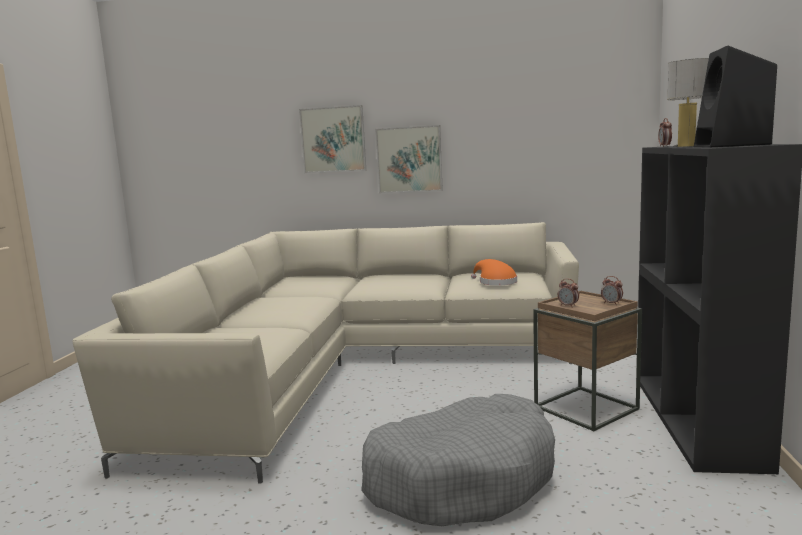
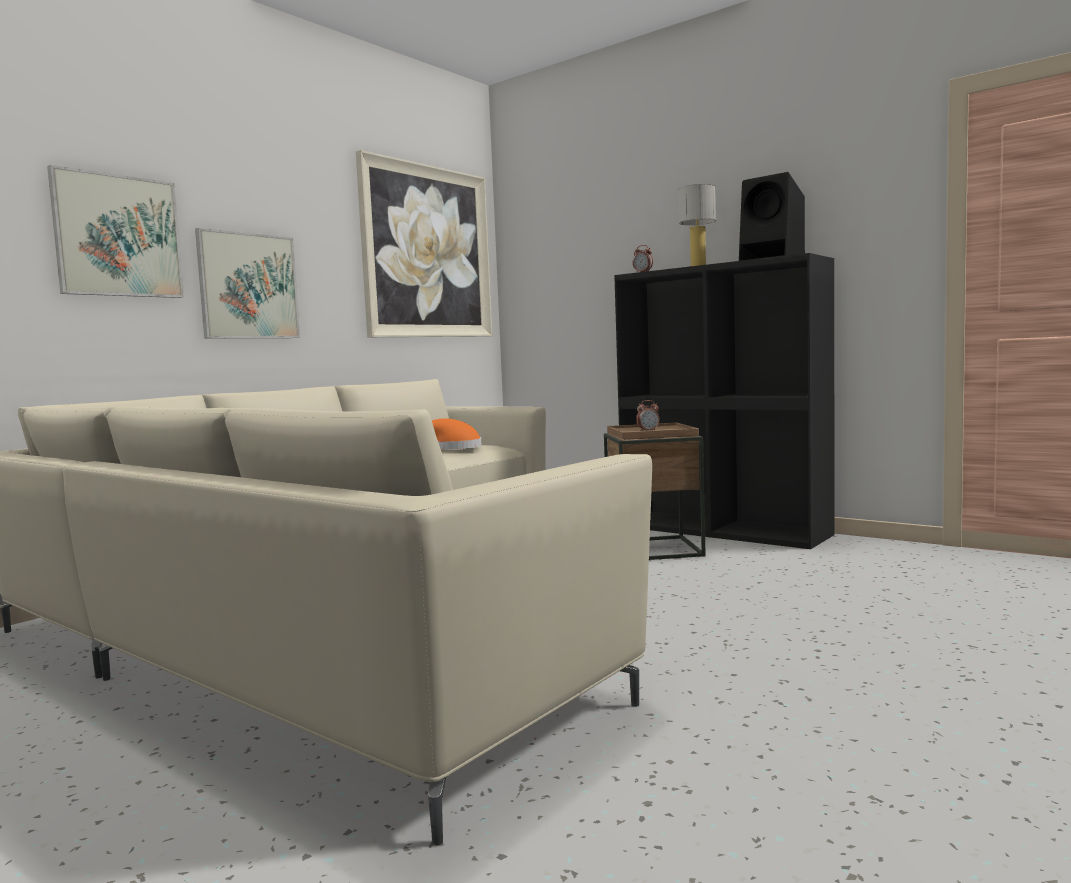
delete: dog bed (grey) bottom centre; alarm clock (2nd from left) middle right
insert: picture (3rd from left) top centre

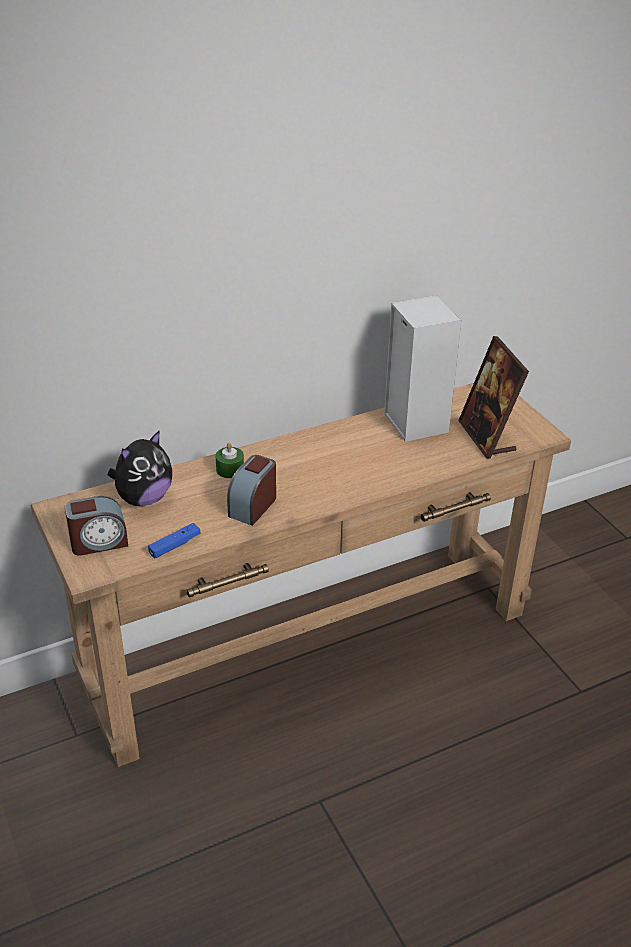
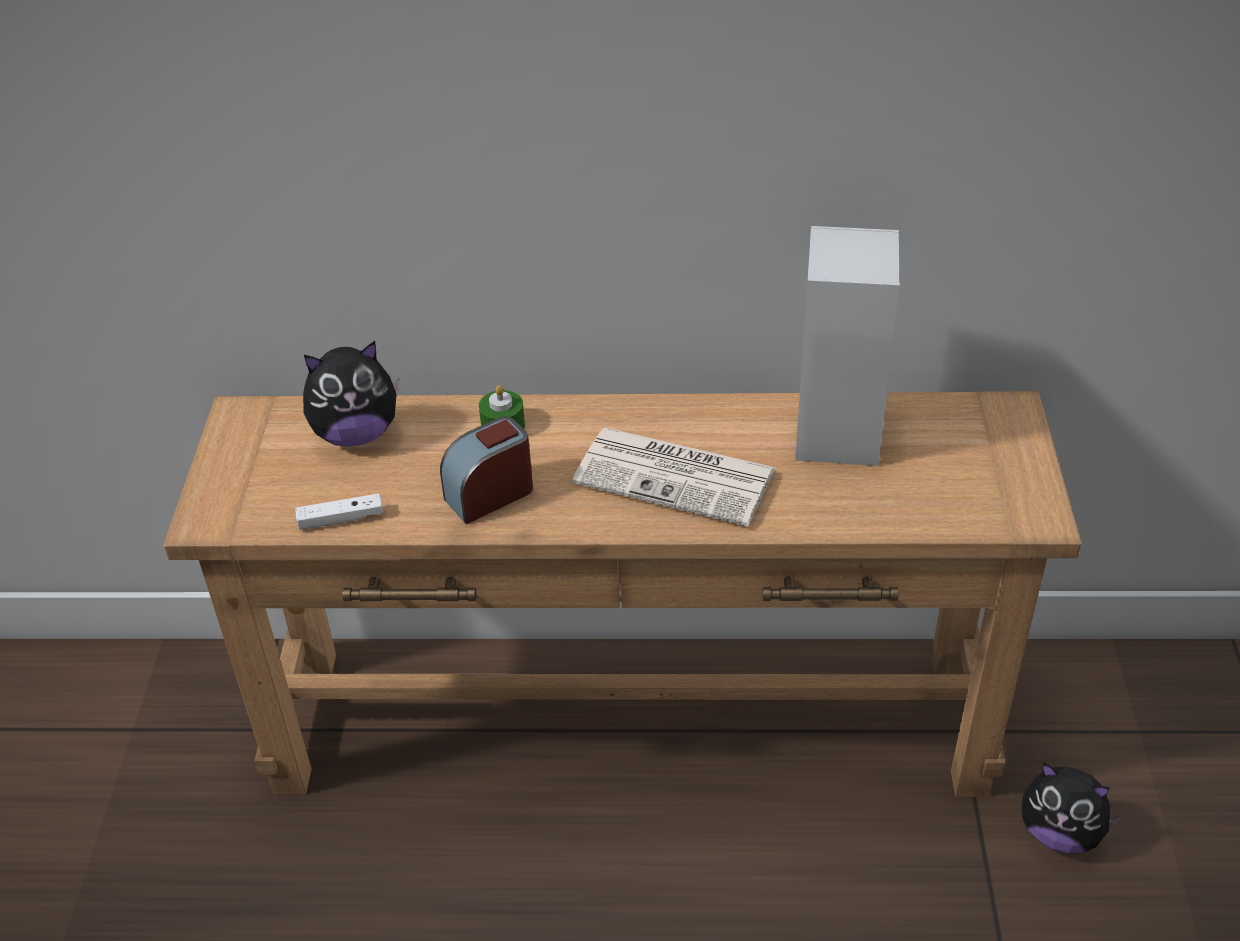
delete: alarm clock (1st from left) middle left; picture frame middle right
insert: newspaper centre; plush toy (2nd from left) bottom right
recolor: game controller (blue) middle left to game controller (white) middle left

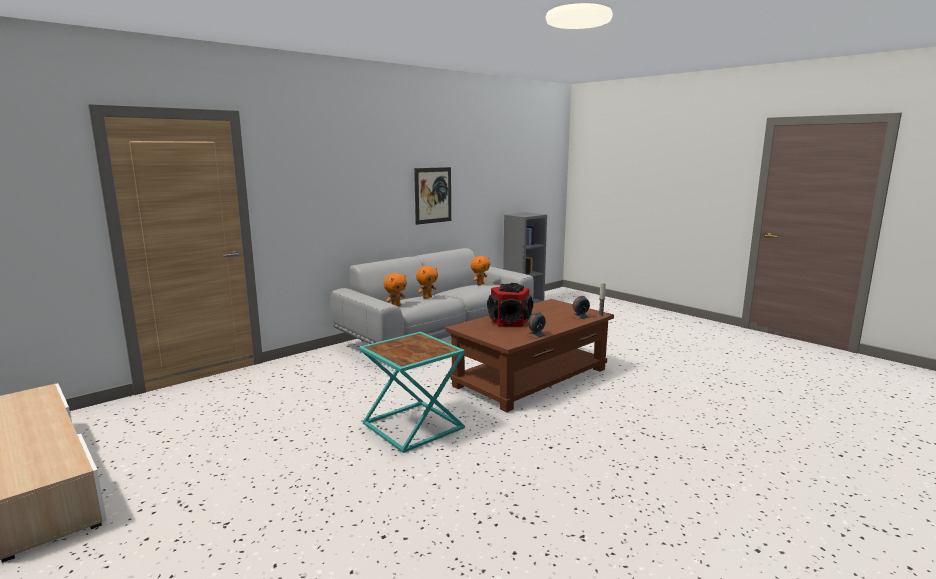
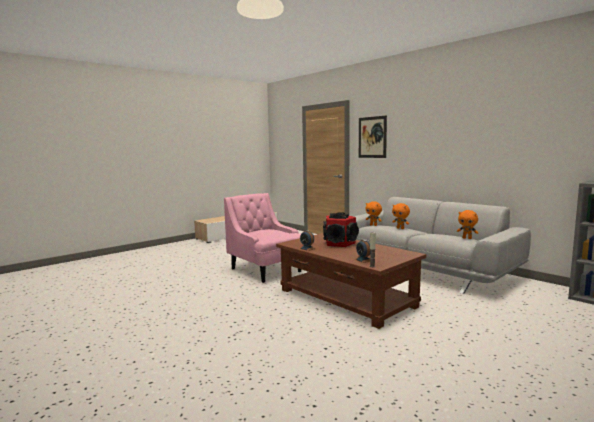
move: picture centre to top centre
replace: side table (turquoise) bottom centre to armchair (pink) centre

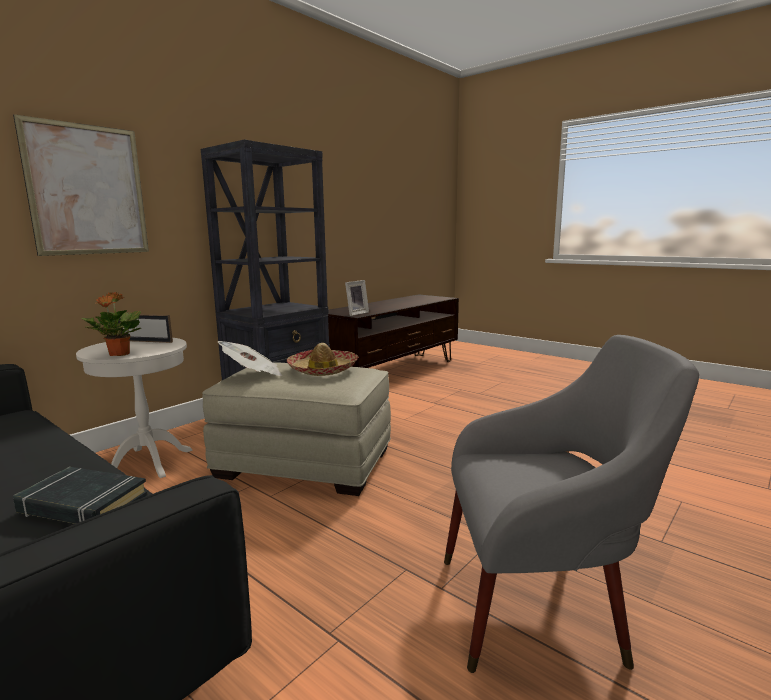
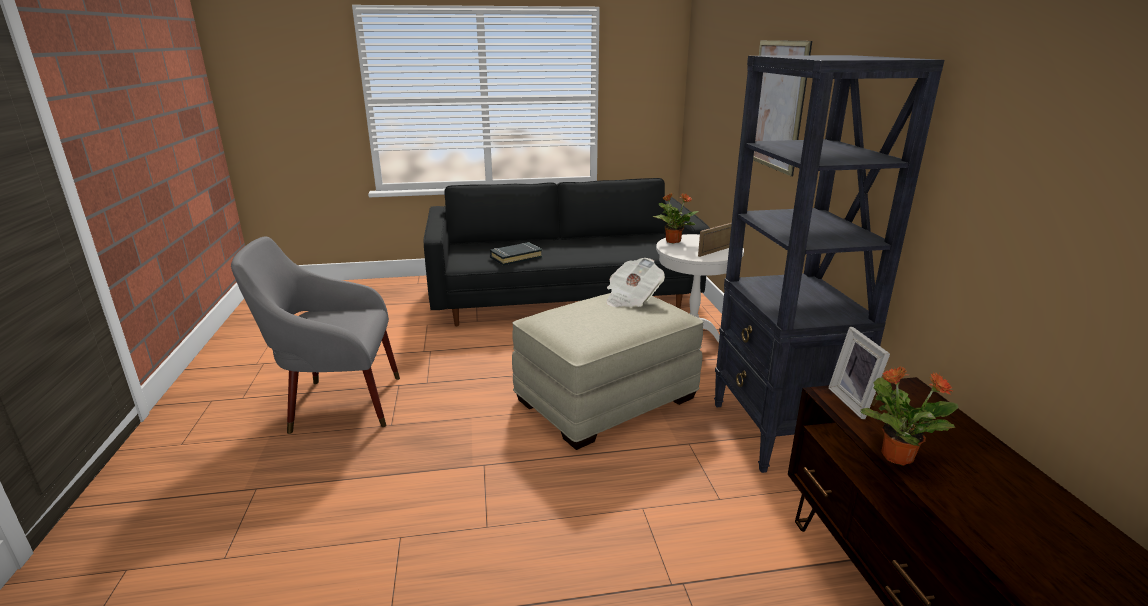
delete: hat centre
insert: potted plant (2nd from left) bottom right
rotate: armchair (grey) bottom right = middle left 45 degrees clockwise

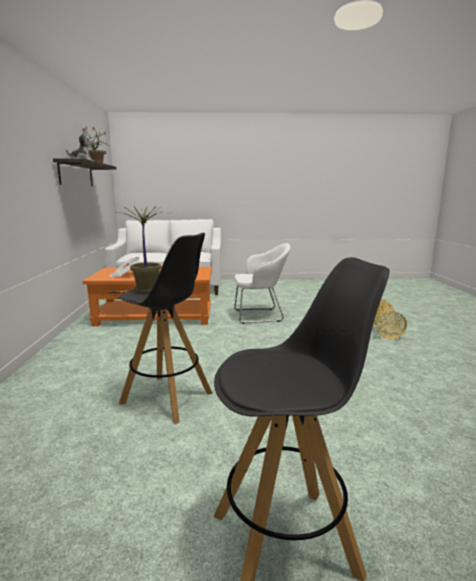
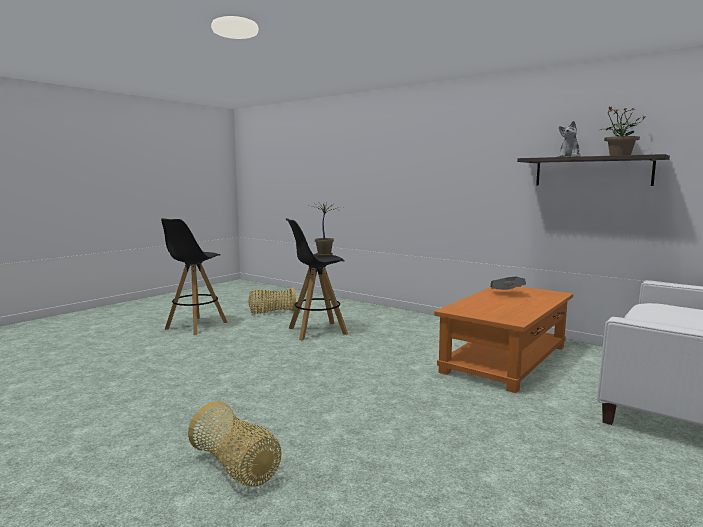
delete: armchair (white) centre
insert: basket (2nd from left) centre

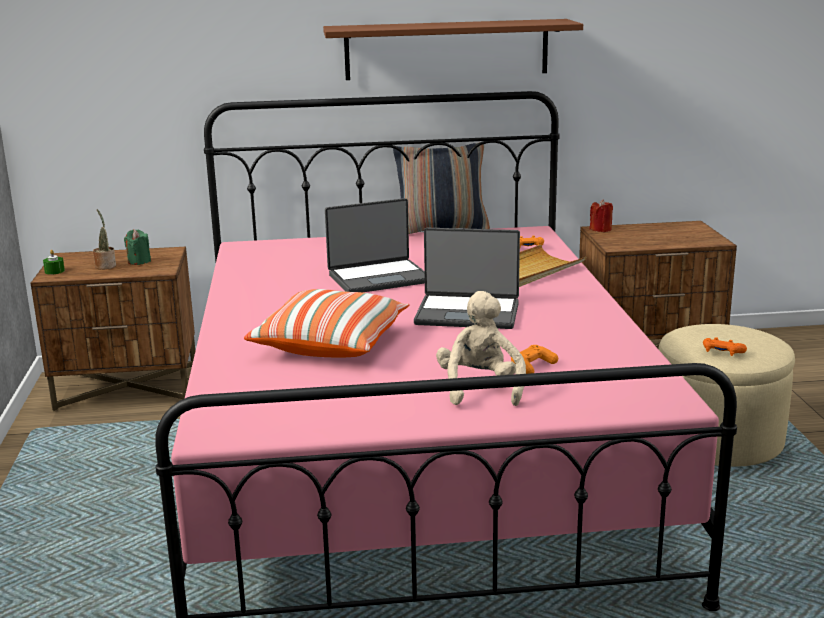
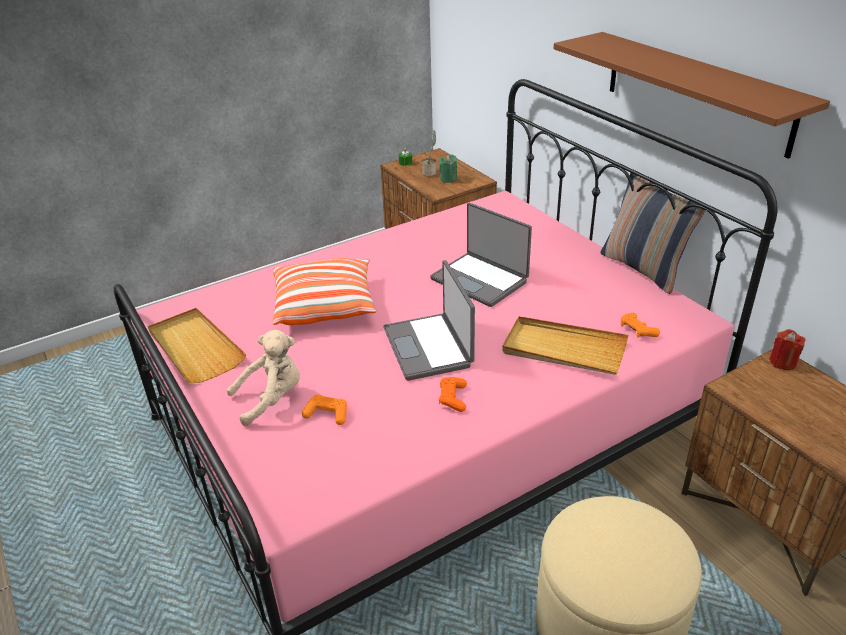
insert: tray (beige) (1st from left) middle left
move: game controller (orange) (3rd from left in the first image) middle right to game controller (orange) (2nd from left) centre

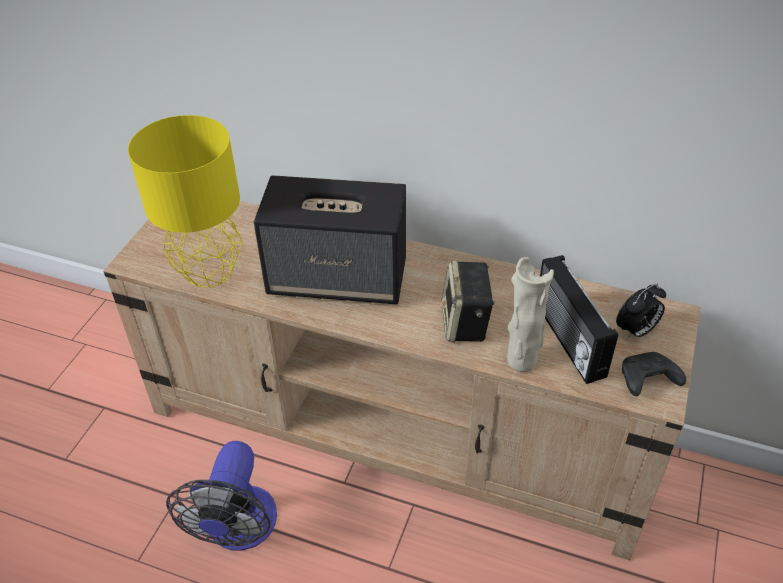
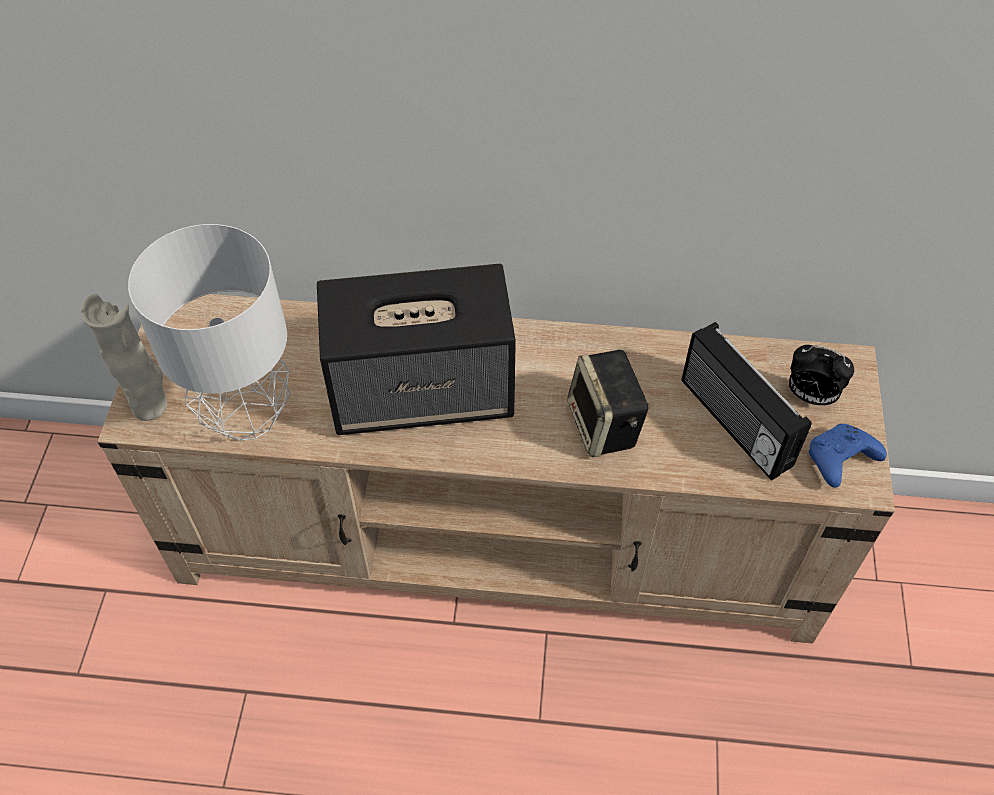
delete: fan bottom left
move: vase (beige) middle right to middle left
recolor: table lamp (yellow) middle left to table lamp (grey) middle left; game controller (black) middle right to game controller (blue) middle right
rotate: alarm clock middle right = middle right 75 degrees clockwise

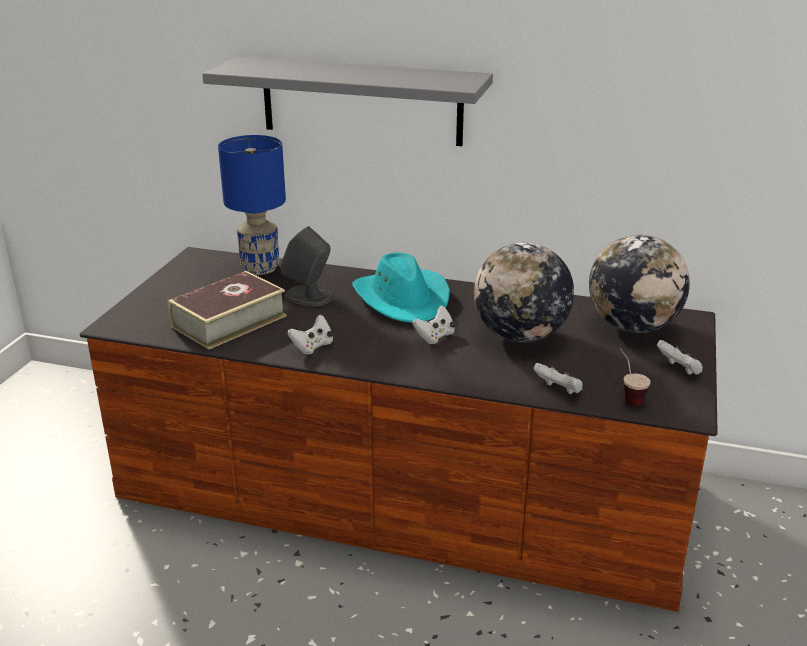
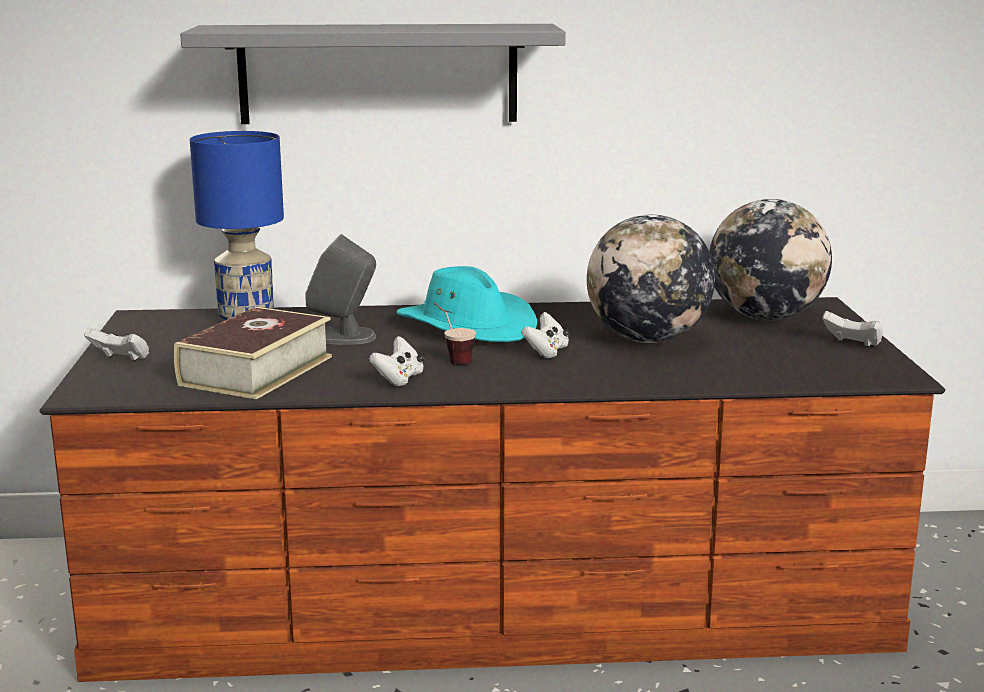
move: game controller (white) (3rd from left in the first image) middle right to game controller (white) (1st from left) middle left; cup middle right to centre

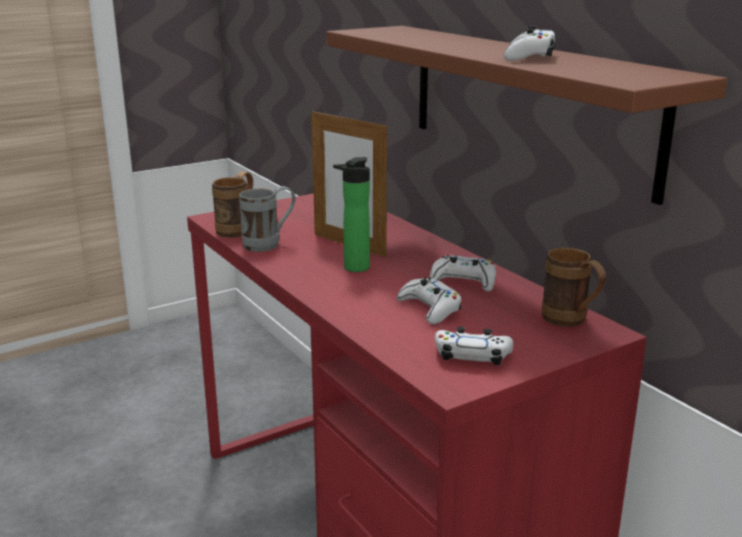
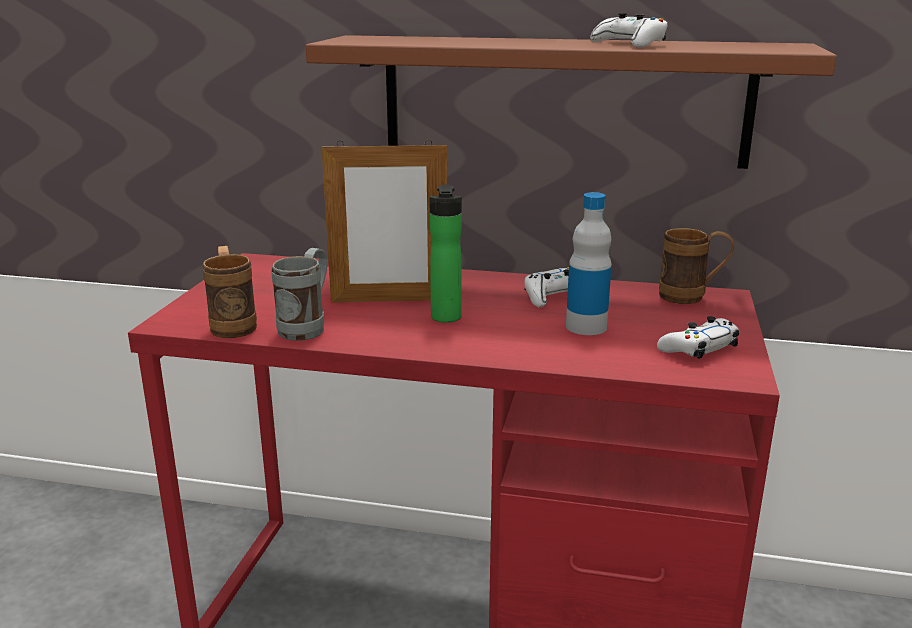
replace: game controller (white) (1st from left) centre to bottle (2nd from left) centre

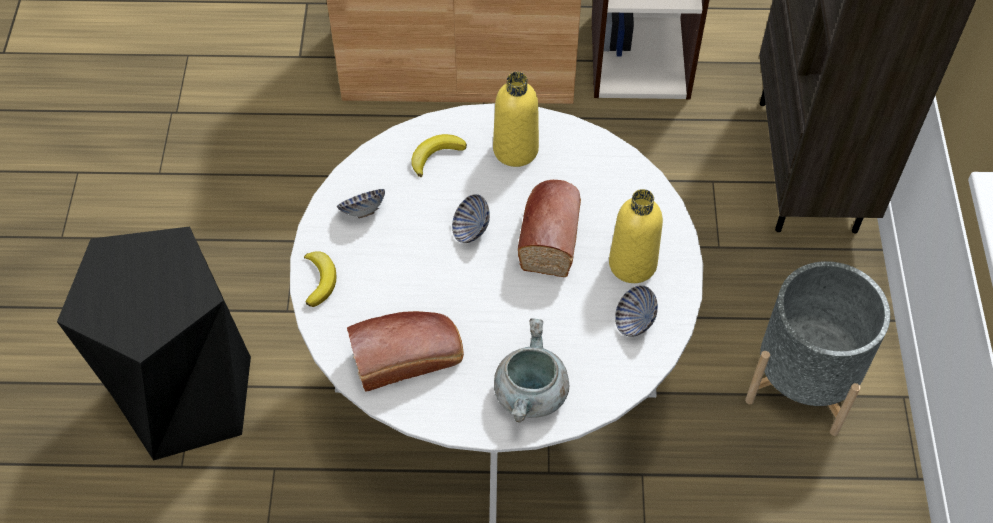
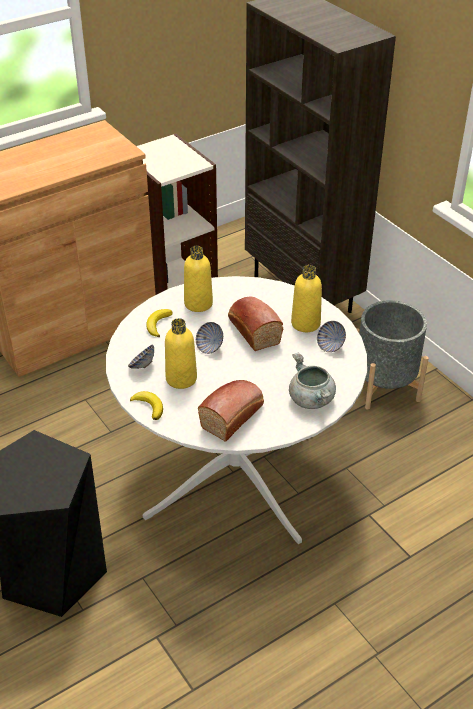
insert: bottle (yellow) (1st from left) centre

